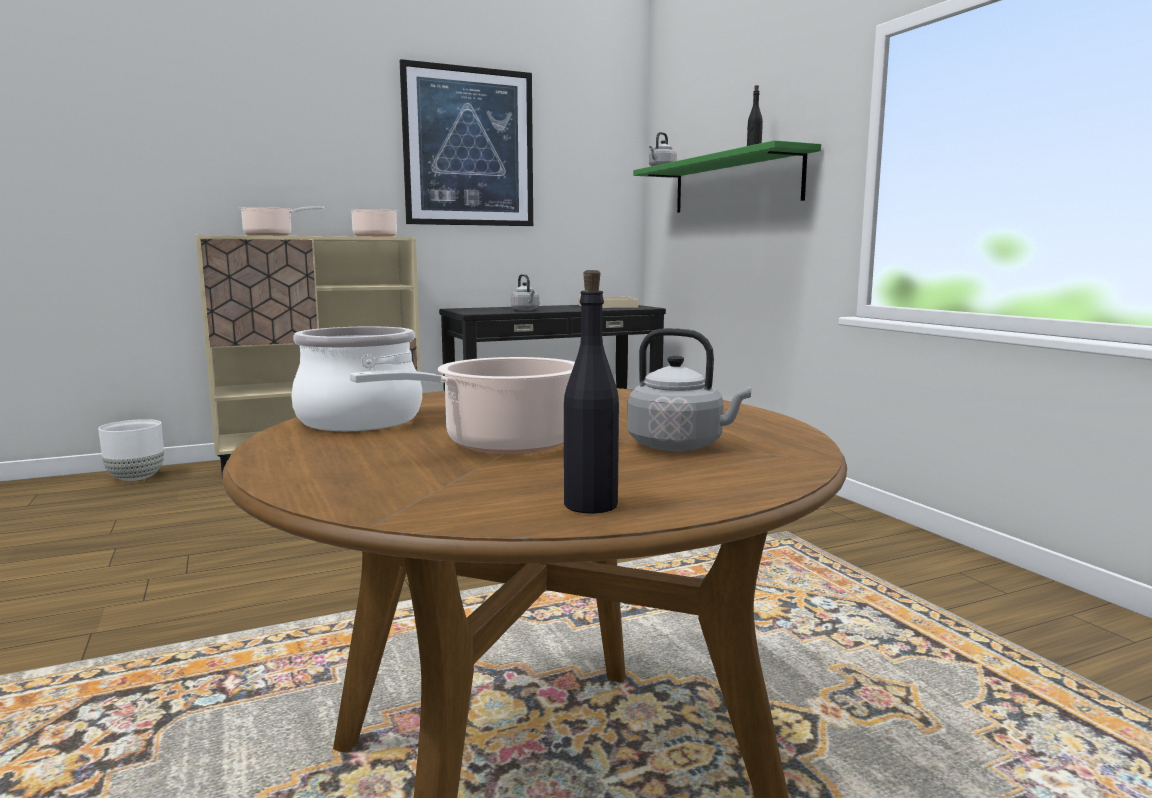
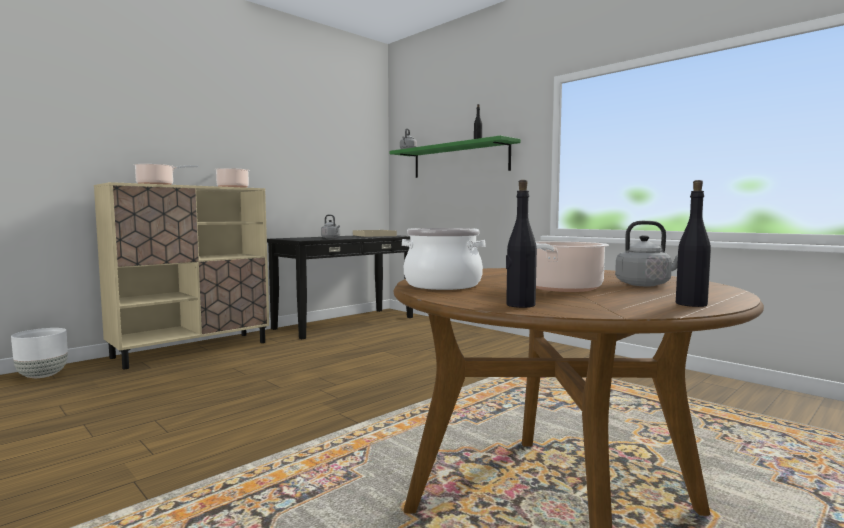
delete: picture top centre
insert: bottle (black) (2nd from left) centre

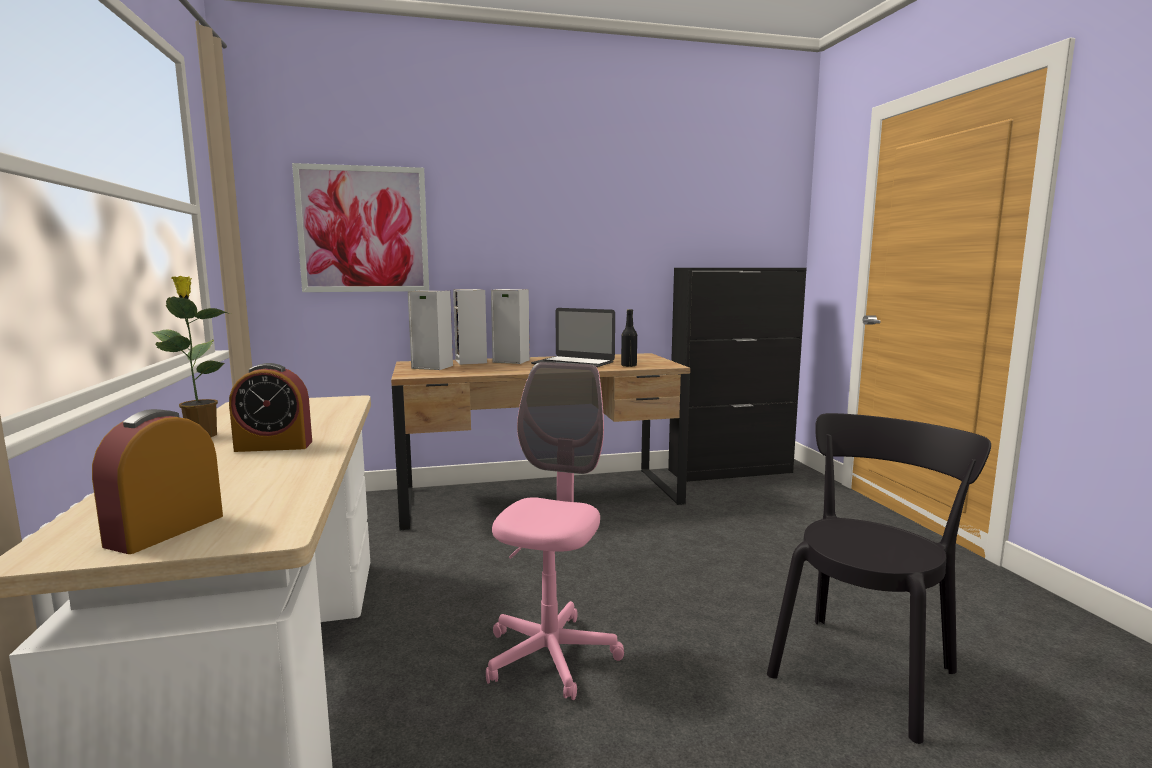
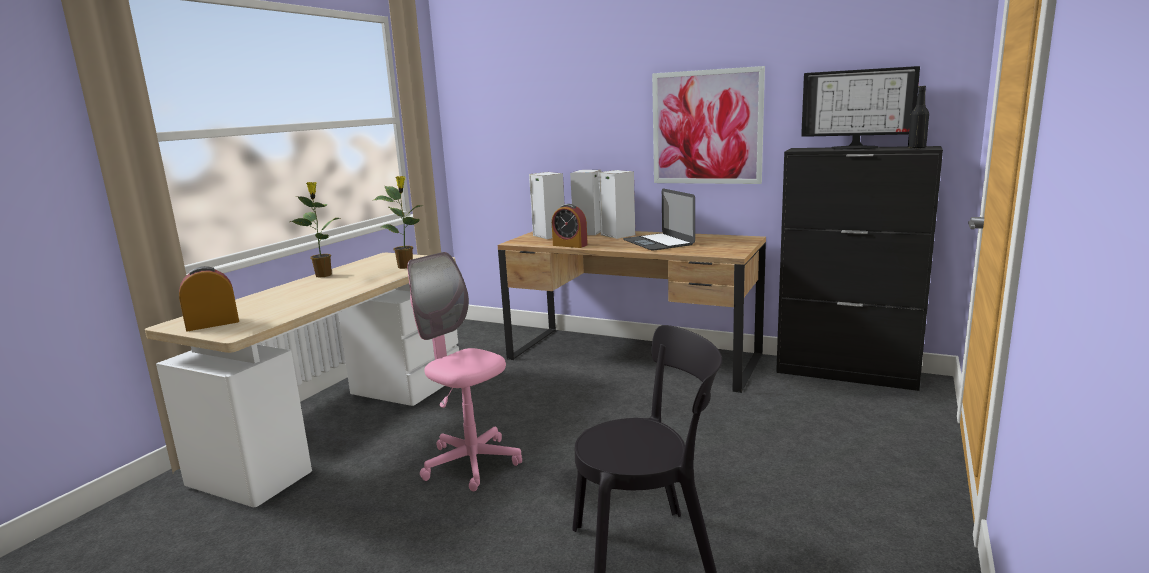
insert: potted plant (2nd from left) centre; monitor top right
move: alarm clock (2nd from left) middle left to centre; picture top left to top centre; bottle (black) centre to top right
rotate: office chair (pink) bottom centre = centre 105 degrees counterclockwise

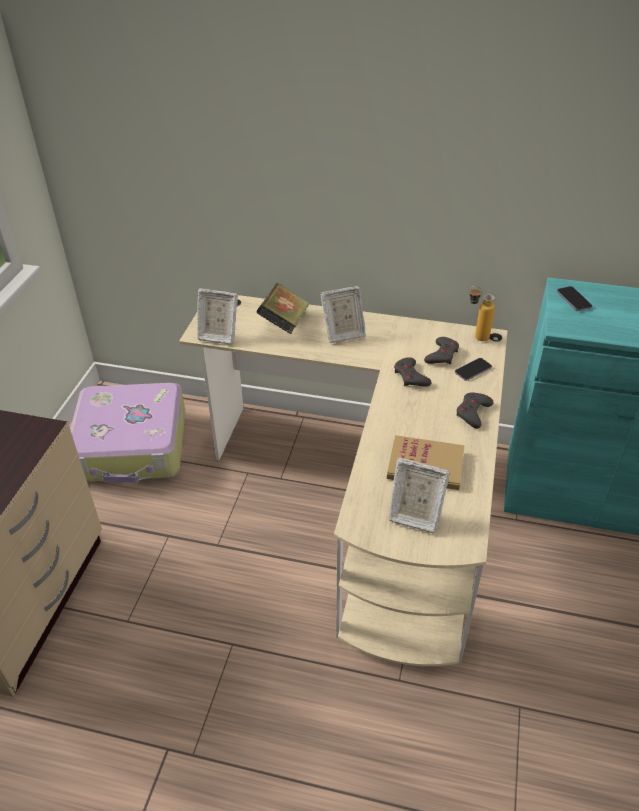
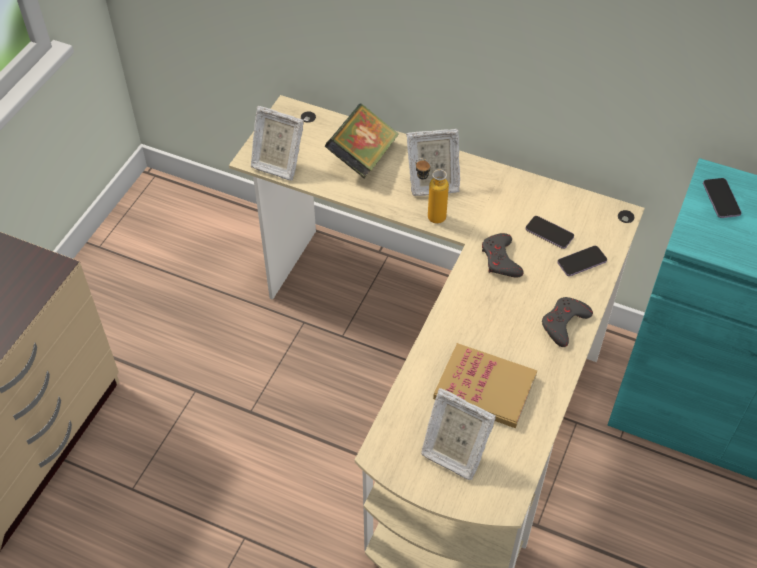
delete: suitcase middle left
move: bottle middle right to centre
replace: game controller (grey) (2nd from left) middle right to phone (1st from left) middle right

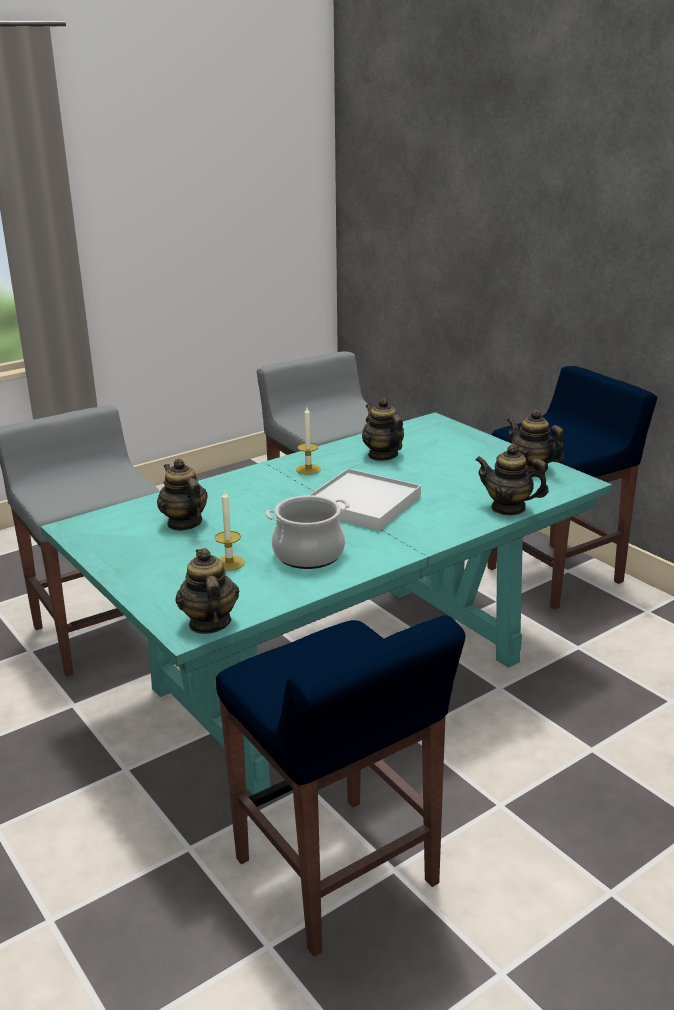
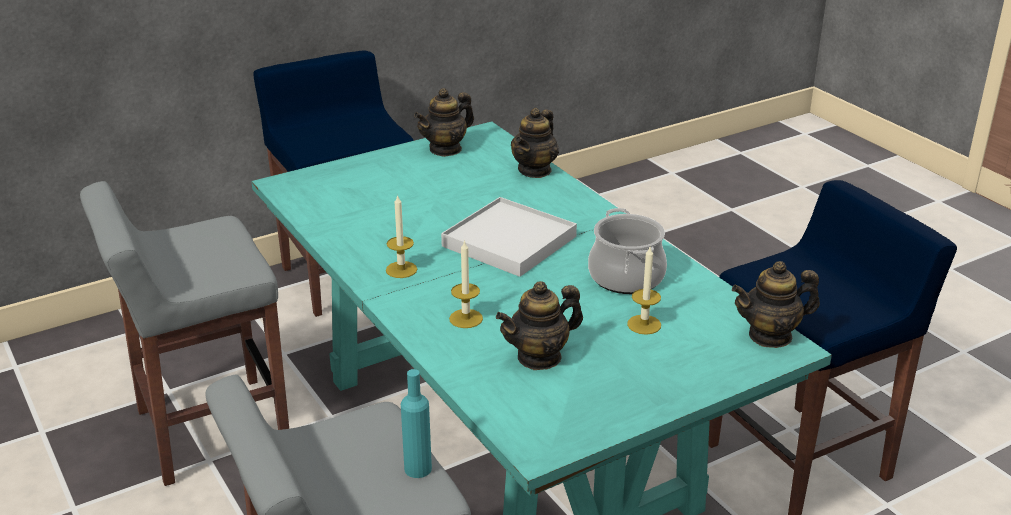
delete: teapot (3rd from left) centre
insert: bottle (turquoise) bottom centre; candle (2nd from left) centre

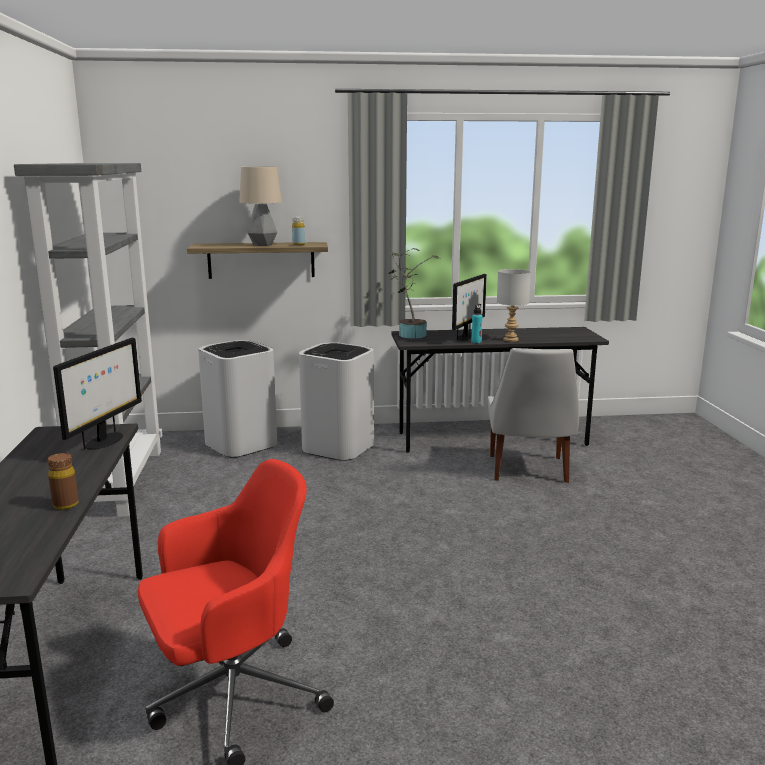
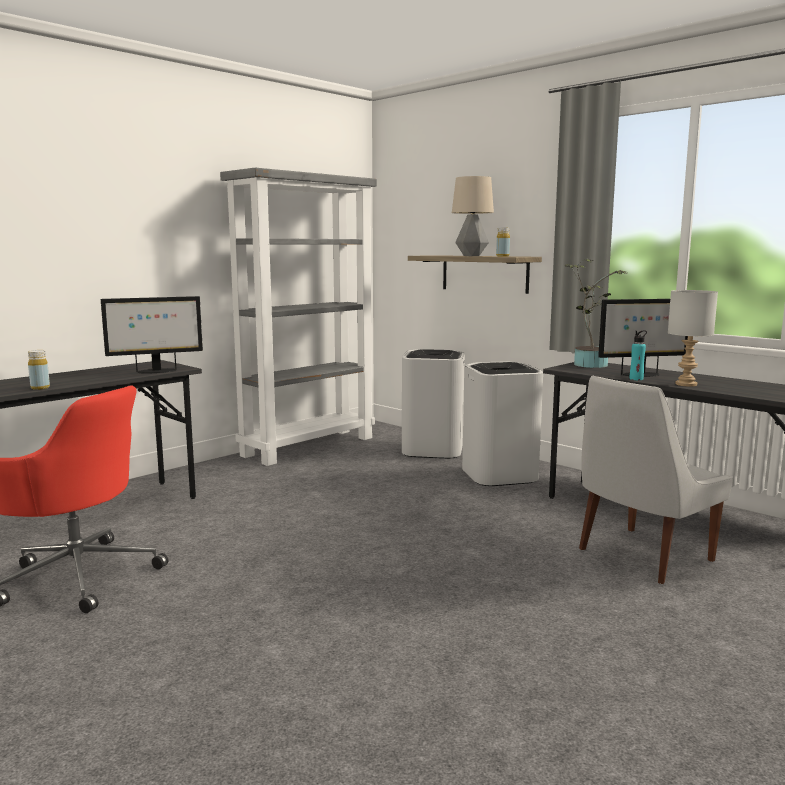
recolor: bottle (brown) middle left to bottle (yellow) (1st from left) middle left

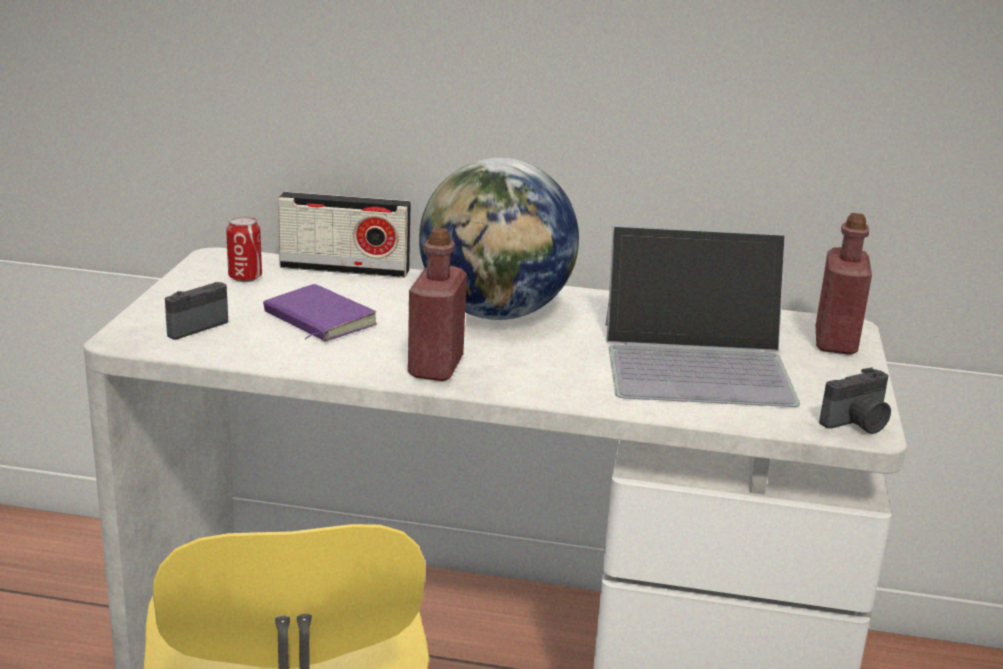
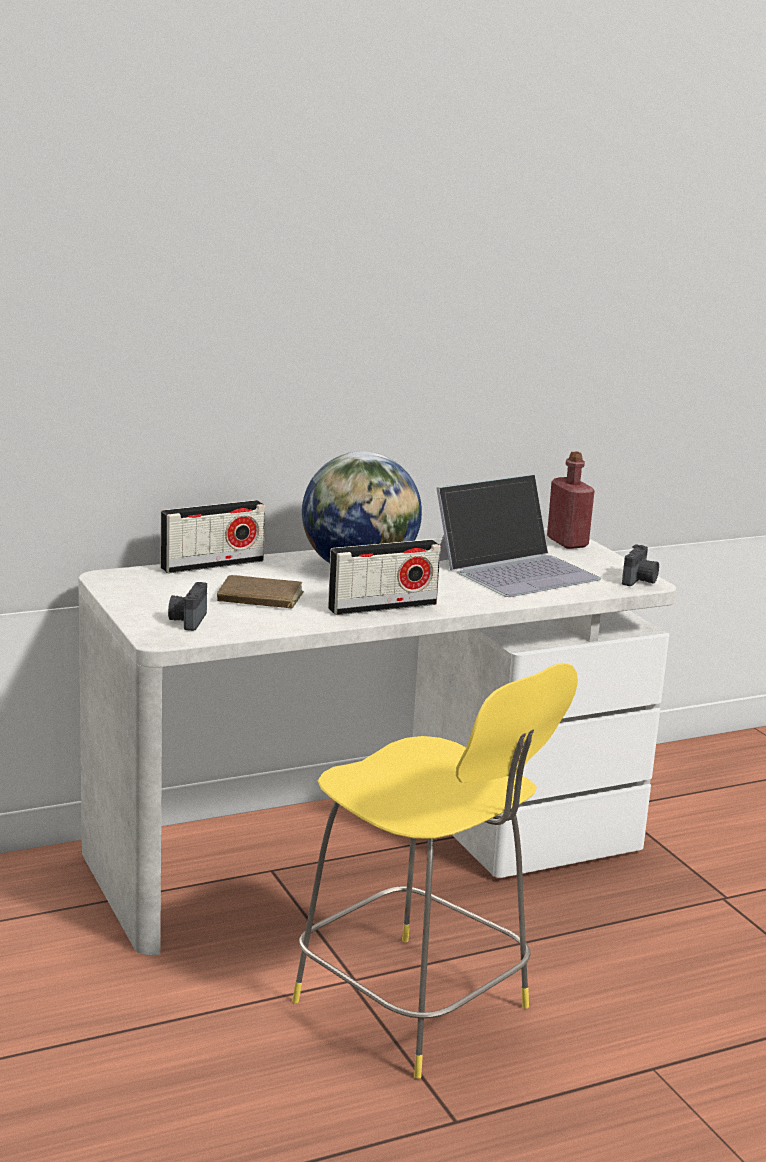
delete: can middle left
replace: bottle (red) (1st from left) centre to radio (2nd from left) centre
recolor: book (purple) middle left to book (brown) centre

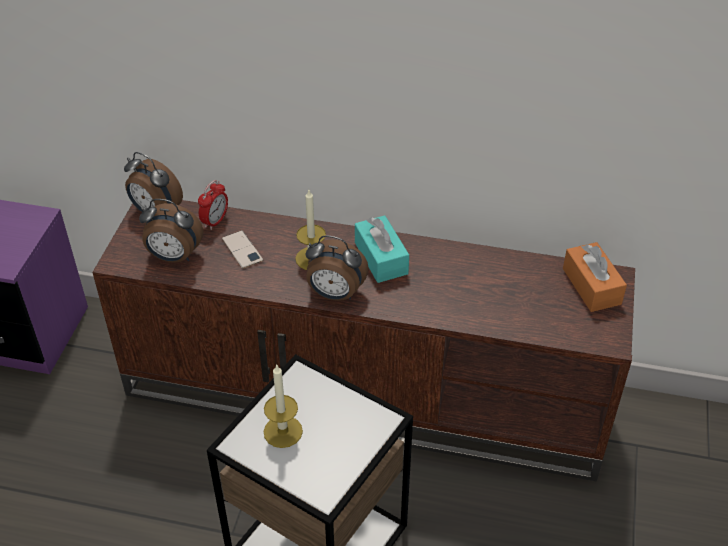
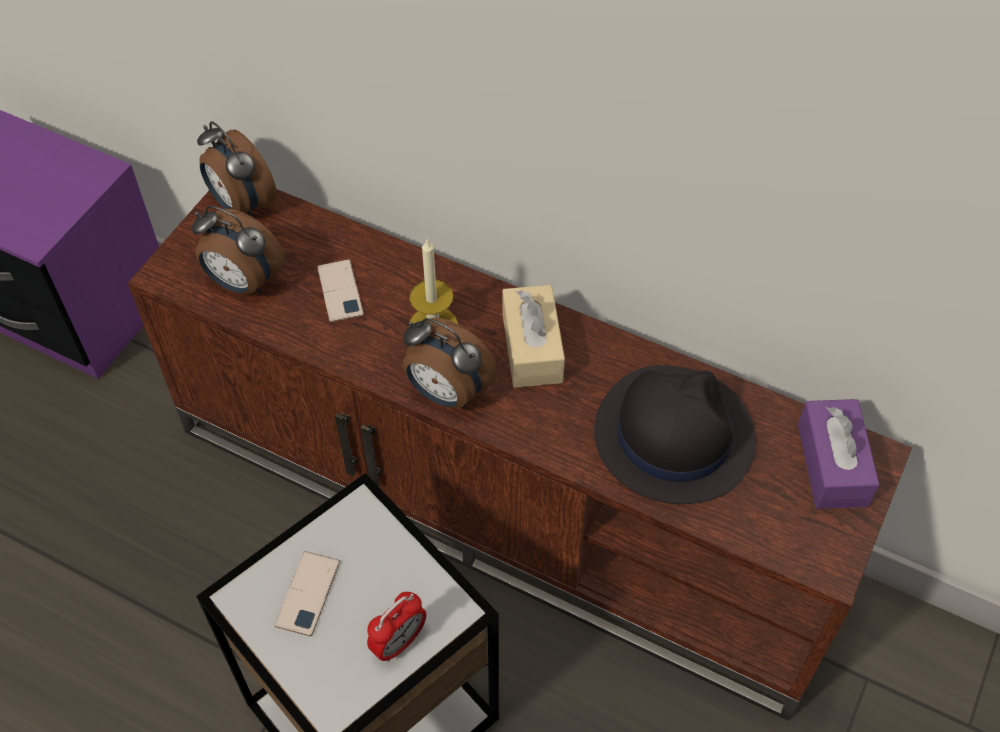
insert: hat (black) middle right
move: alarm clock (3rd from left) middle left to bottom centre
replace: candle (1st from left) bottom centre to phone (1st from left) bottom left
recolor: tissue box (turquoise) centre to tissue box (beige) centre; tissue box (orange) middle right to tissue box (purple) middle right

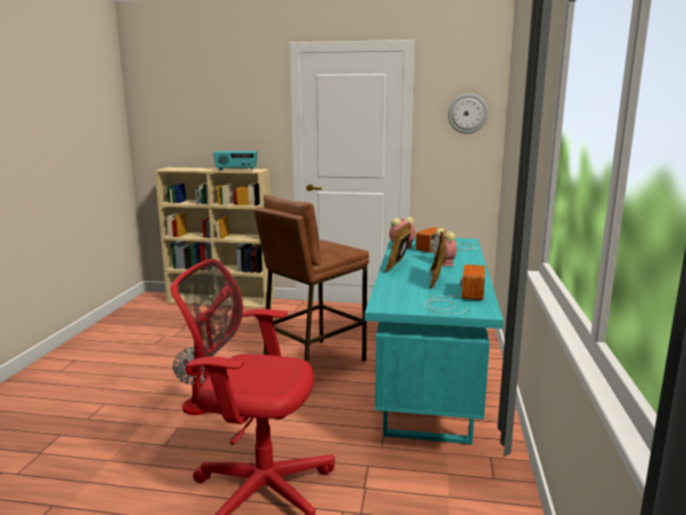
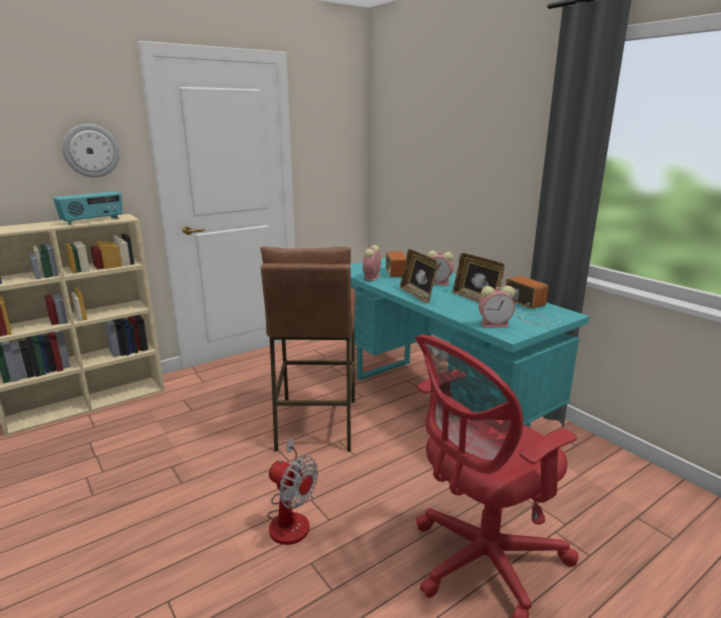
insert: alarm clock (3rd from left) middle right
move: wall clock top right to top left

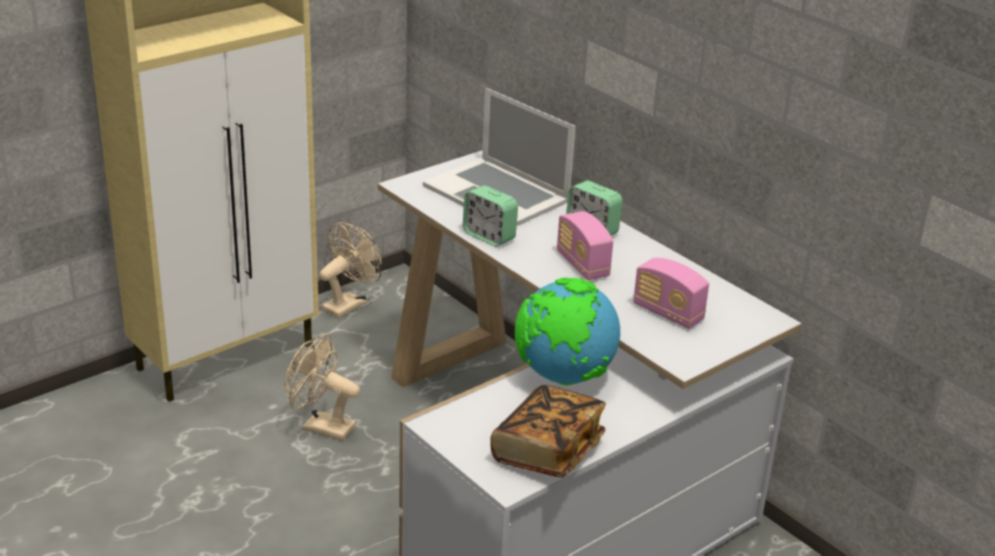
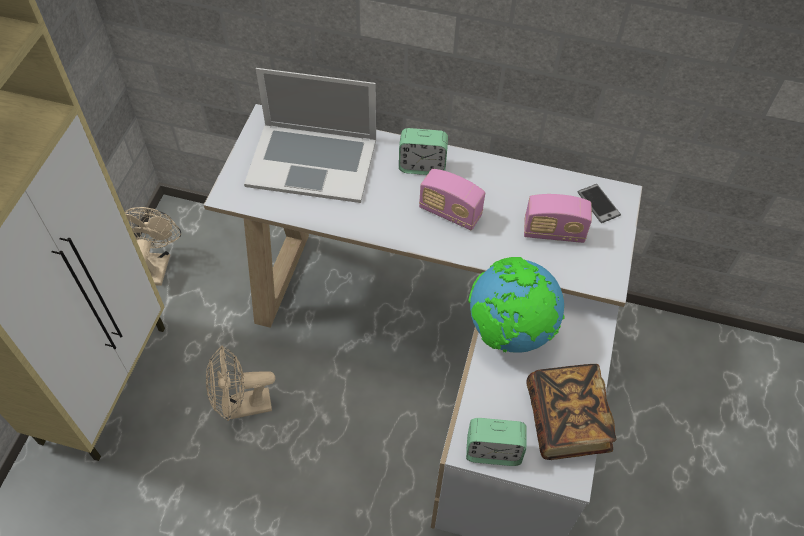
insert: phone middle right
move: alarm clock (1st from left in the first image) centre to alarm clock (2nd from left) bottom centre

